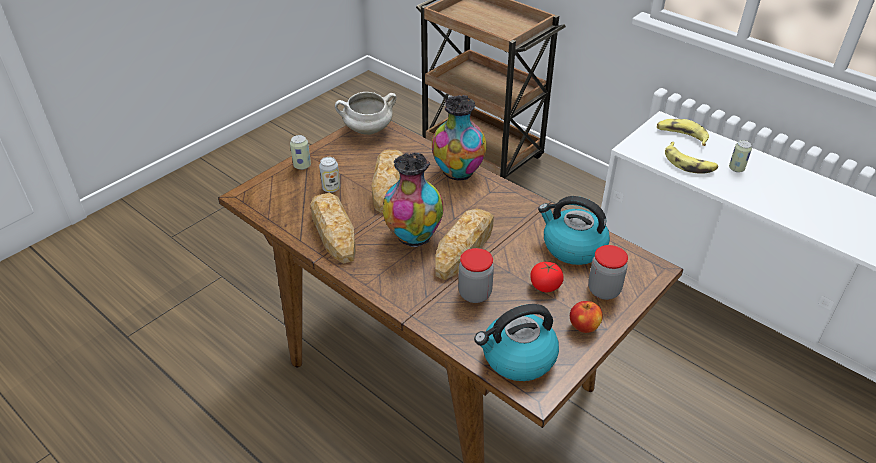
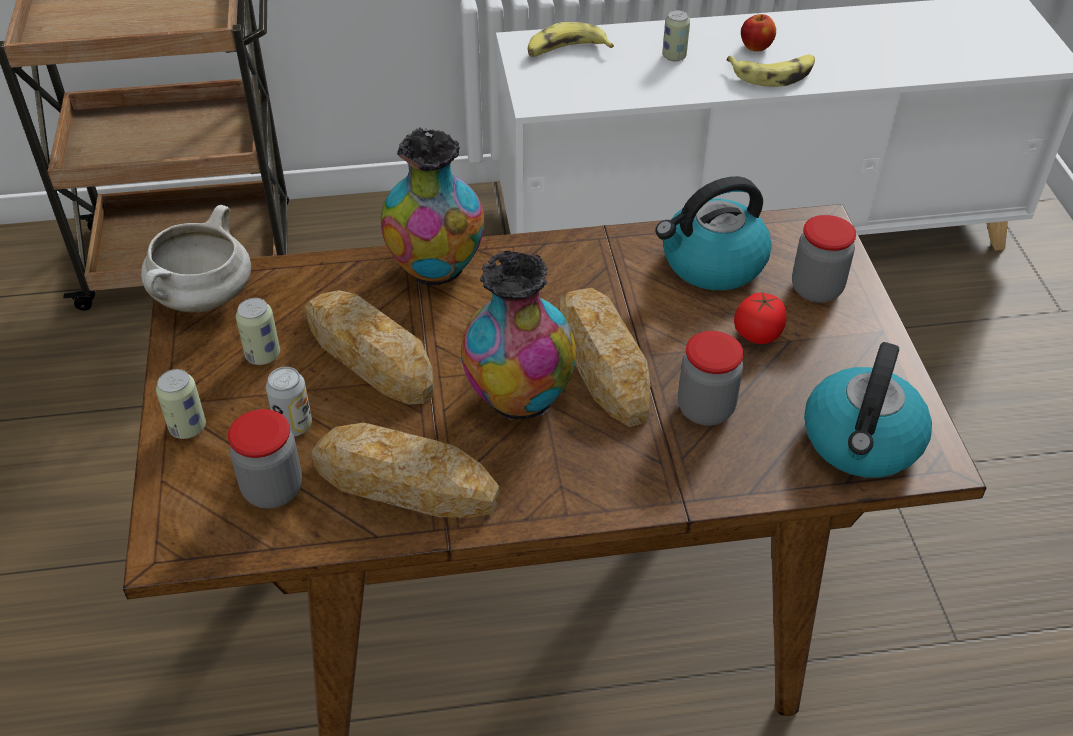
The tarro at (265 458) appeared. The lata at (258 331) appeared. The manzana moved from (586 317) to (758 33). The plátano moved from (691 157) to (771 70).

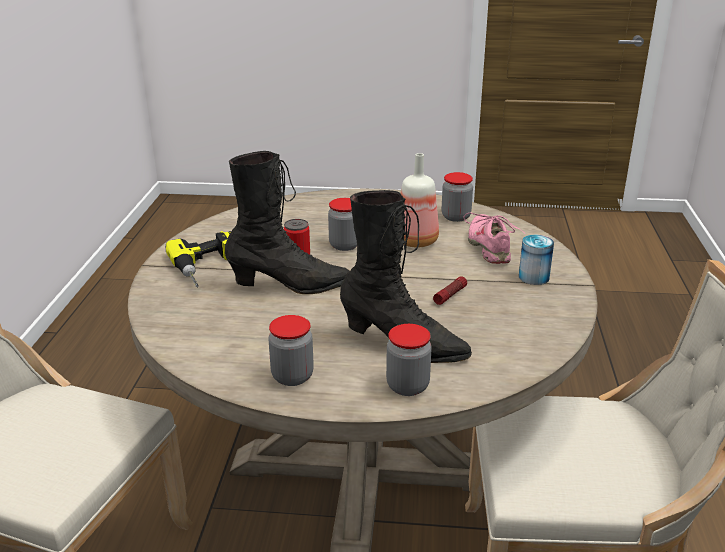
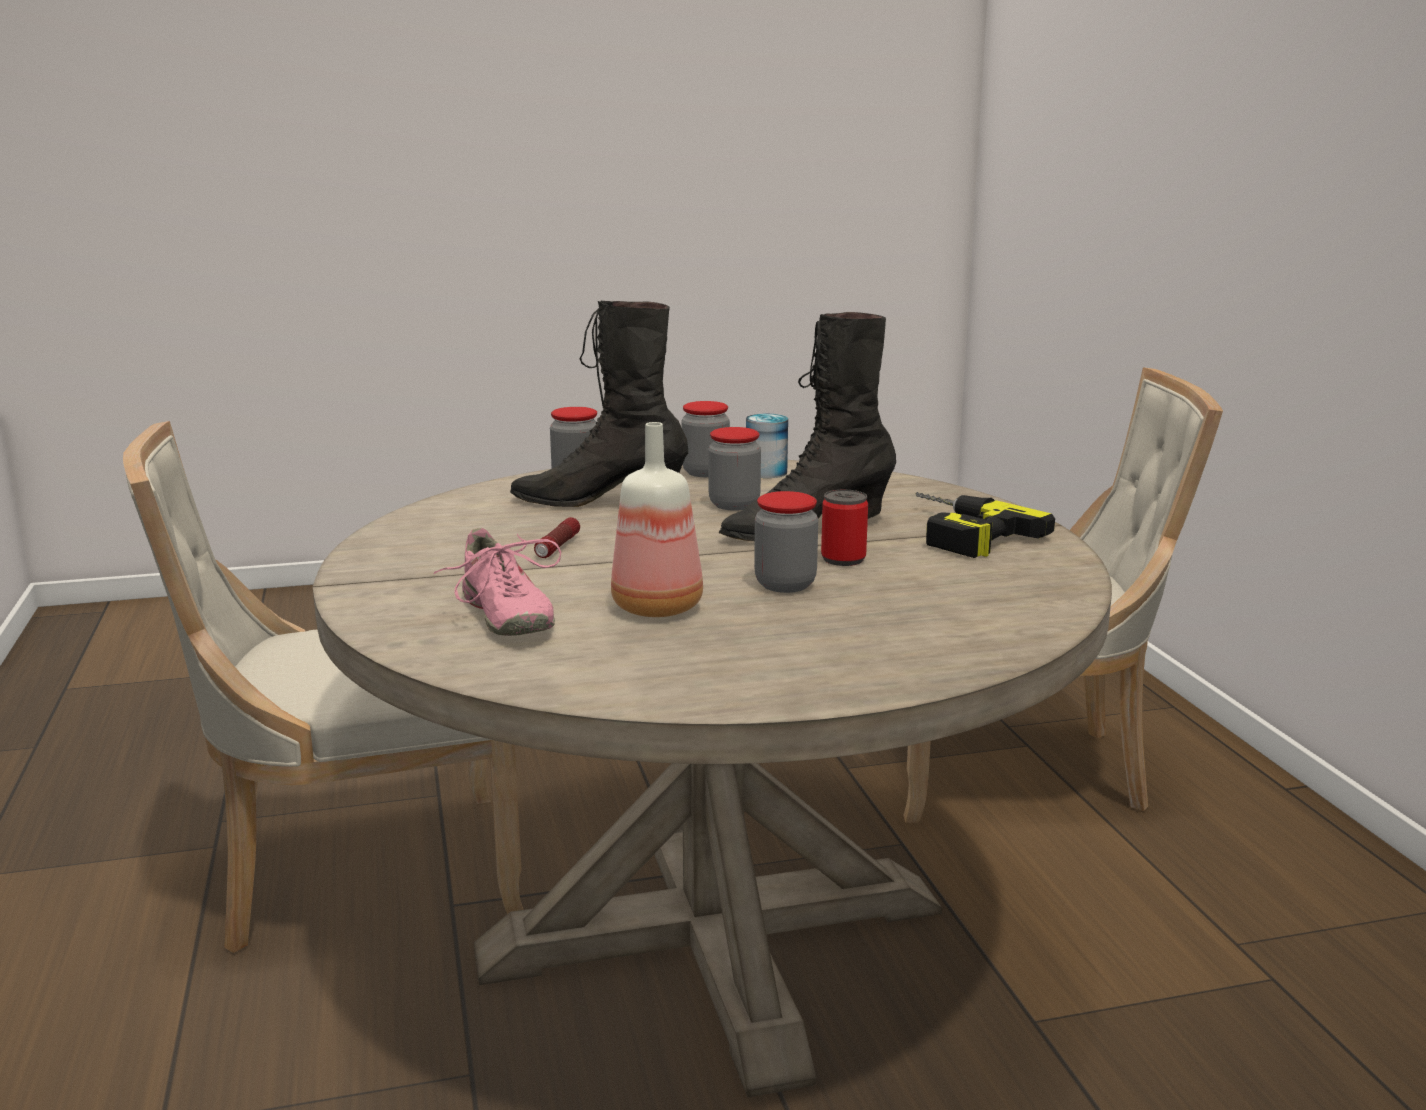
The tarro moved from (457 197) to (734 469). The lata moved from (536 260) to (767 446).

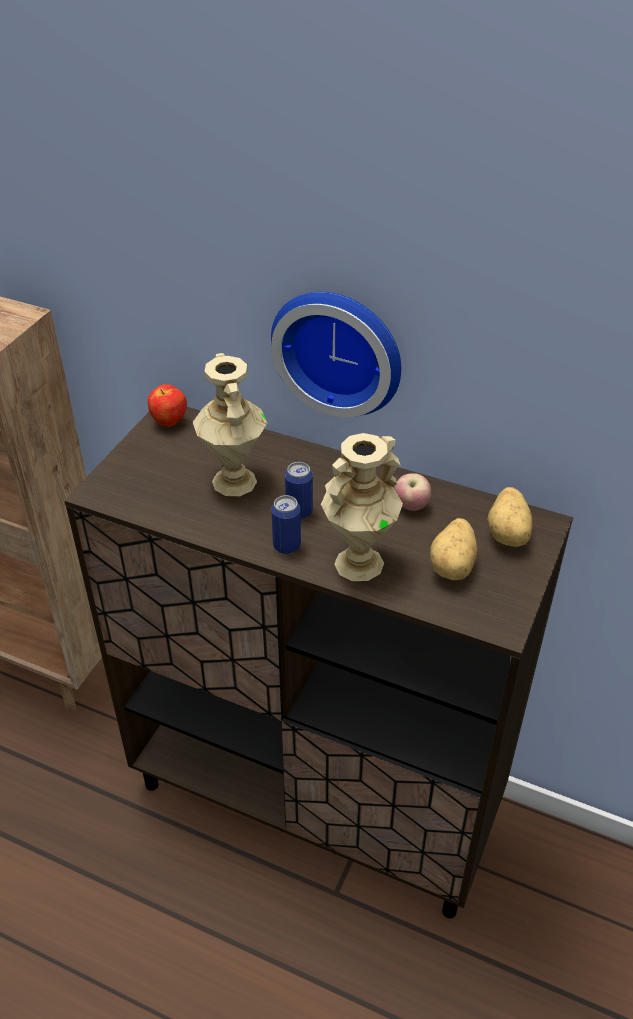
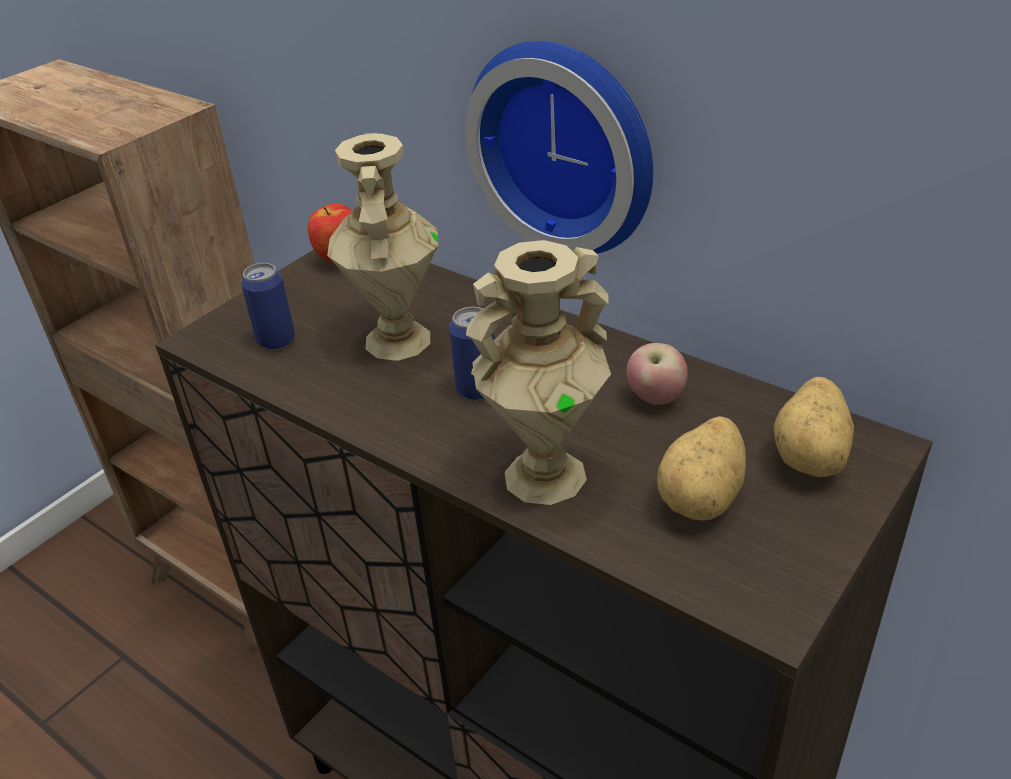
The lata moved from (286 524) to (268 306).

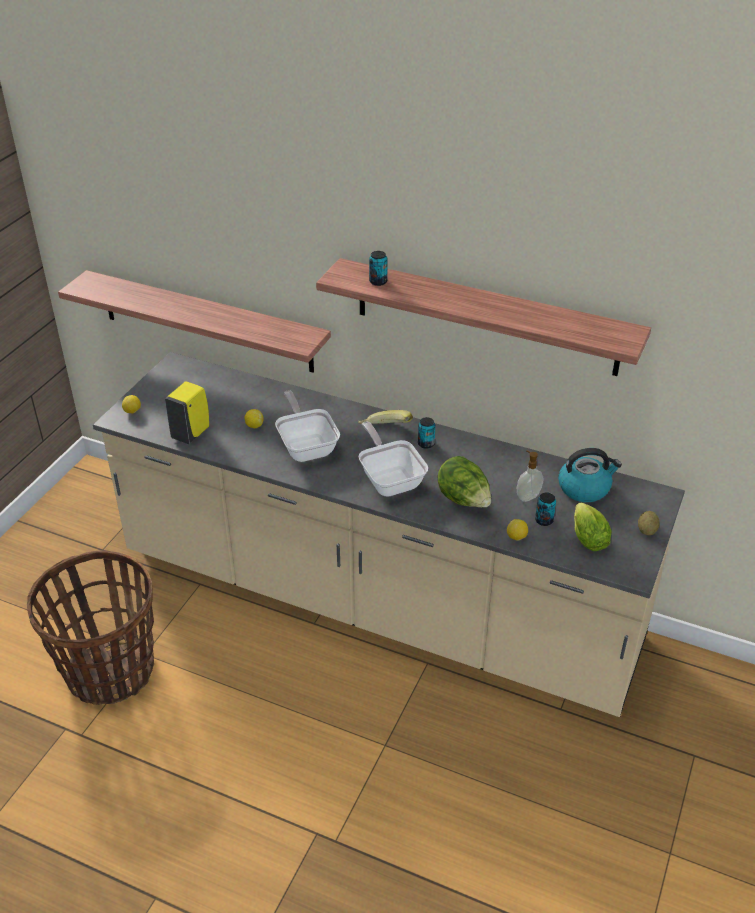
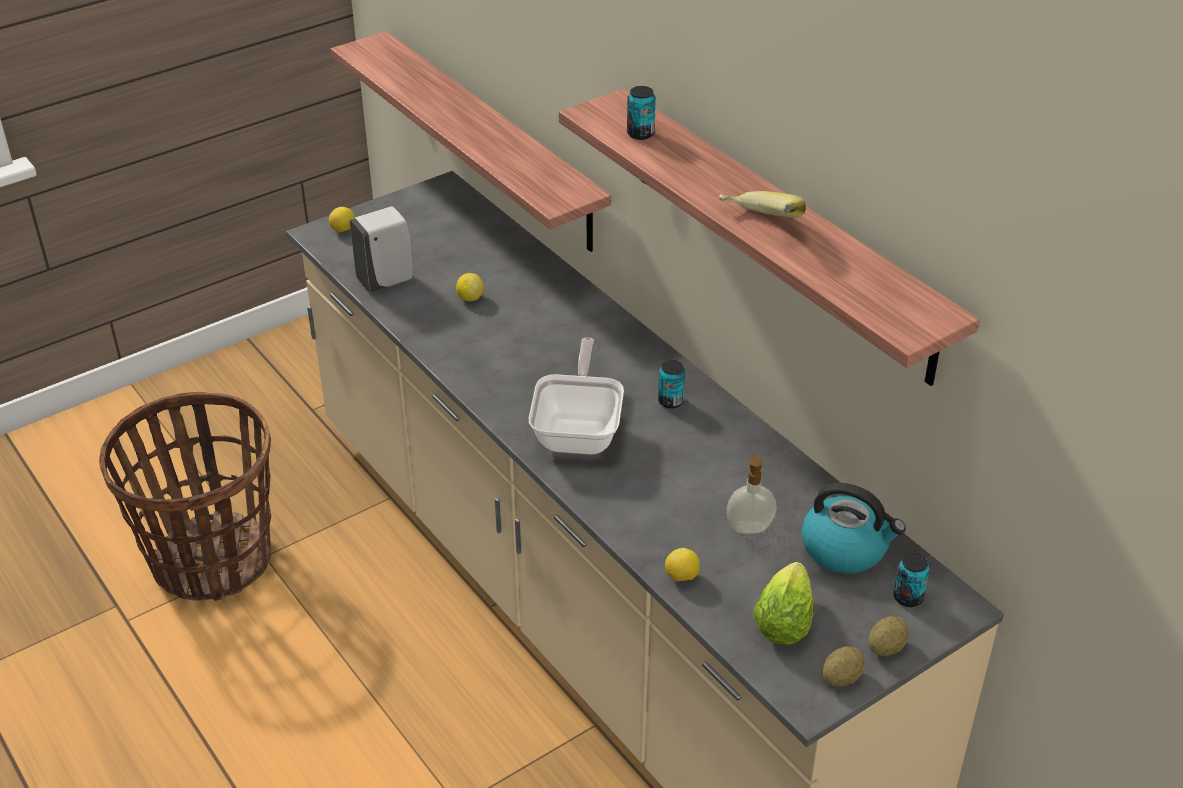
The sartén at (307 426) disappeared. The lechuga at (464 482) disappeared. The patata at (843 666) appeared. The plátano moved from (385 417) to (762 204). The lata moved from (545 509) to (911 580). The dispensador de jabón [amarillo] at (187 412) became the dispensador de jabón [blanco] at (381 249).

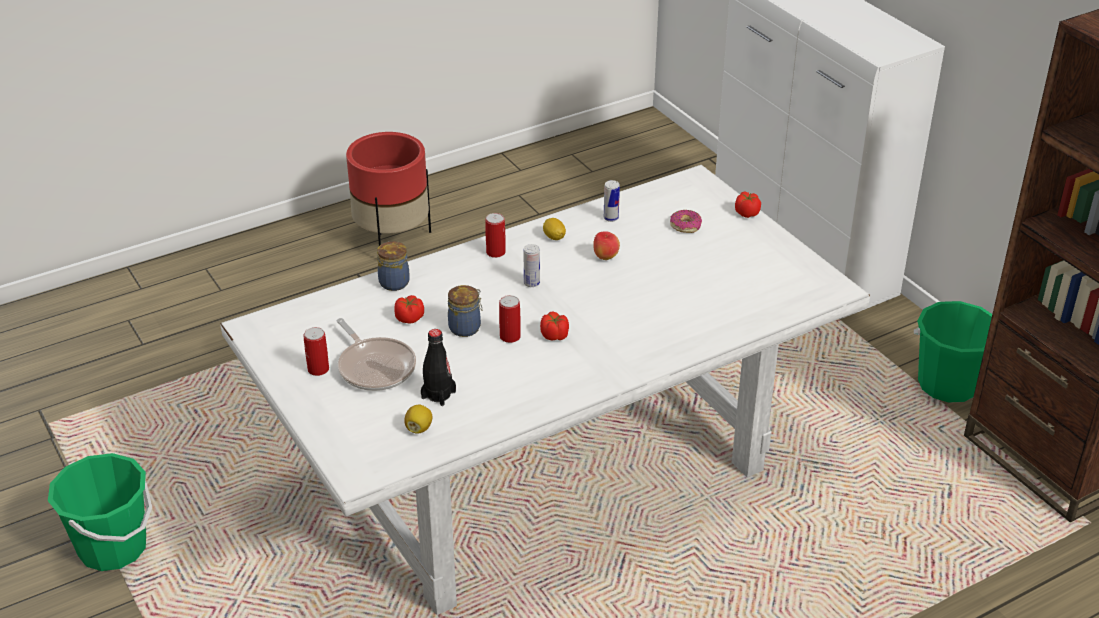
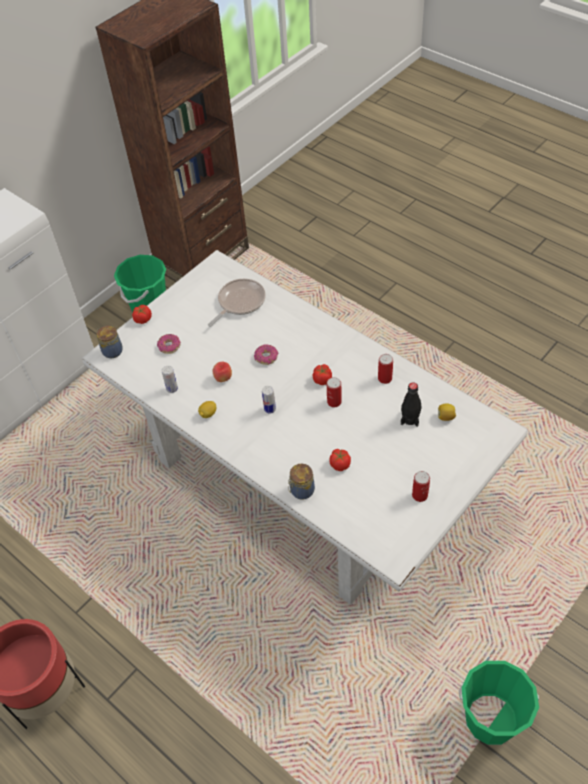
The rosquilla at (266 354) appeared. The sartén moved from (376 354) to (237 303). The tarro moved from (465 311) to (110 341). The lata moved from (495 235) to (385 369).

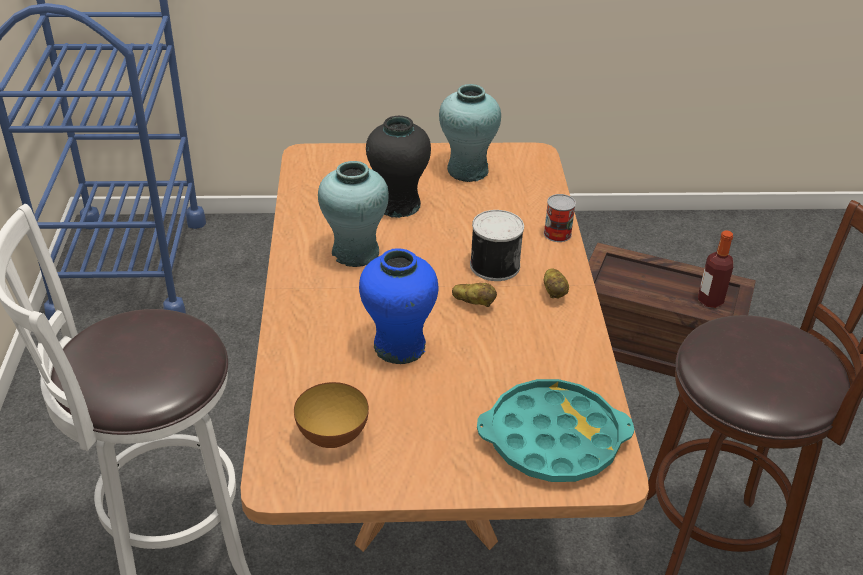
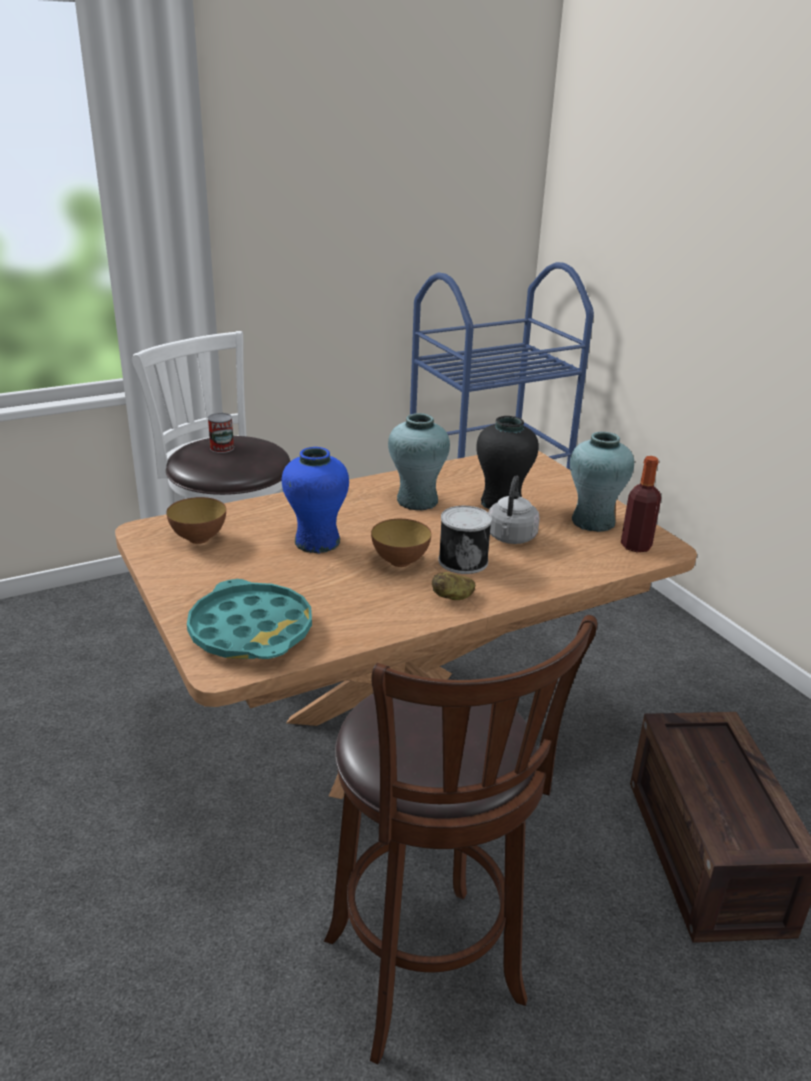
The hervidor [gris] at (514 509) appeared. The lata moved from (560 218) to (221 433). The botella moved from (715 269) to (641 504). The patata at (474 295) was replaced by the cuenco at (401 543).

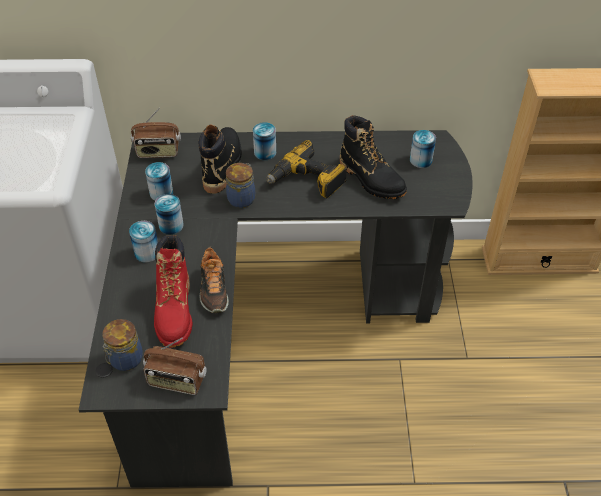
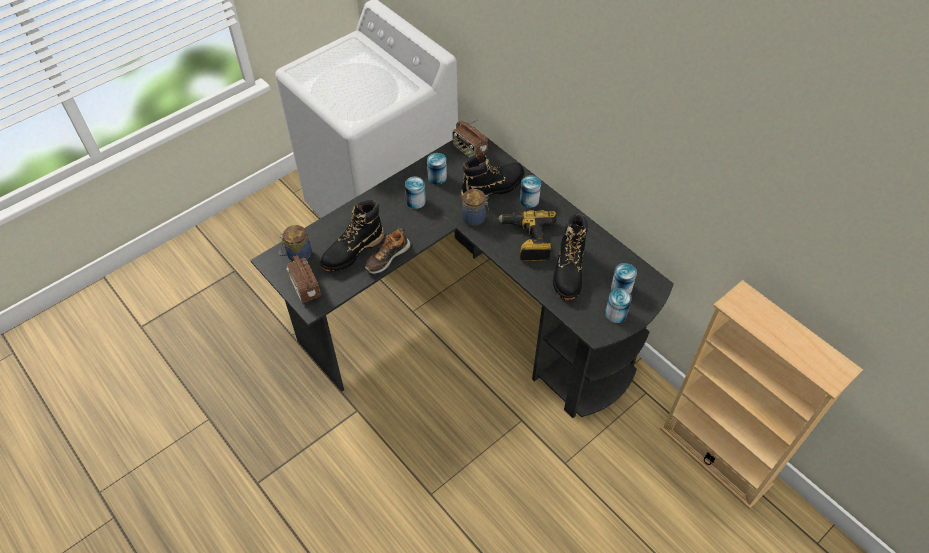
The lata moved from (143 242) to (618 305). The bota [rojo] at (173 291) became the bota [negro] at (352 235).

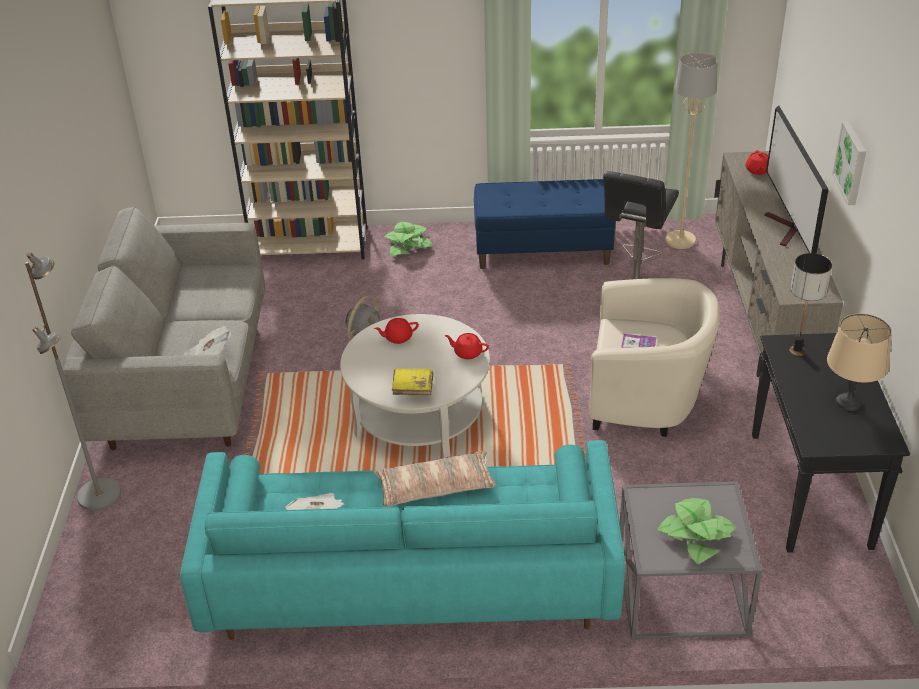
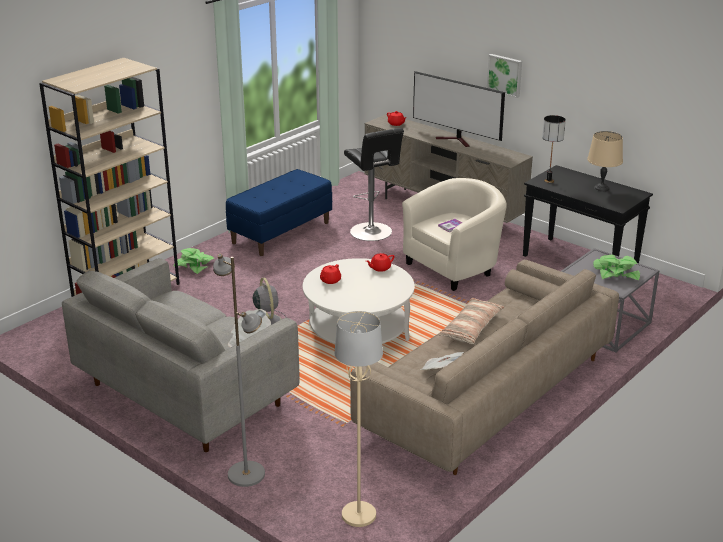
The libro [amarillo] at (412 382) disappeared. The lámpara de pie [beis] moved from (692 150) to (359 419). The sofá [turquesa] at (402 540) became the sofá [beis] at (484 367).

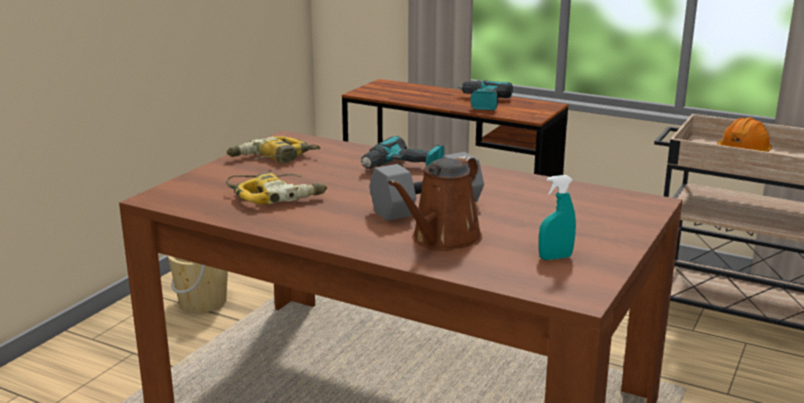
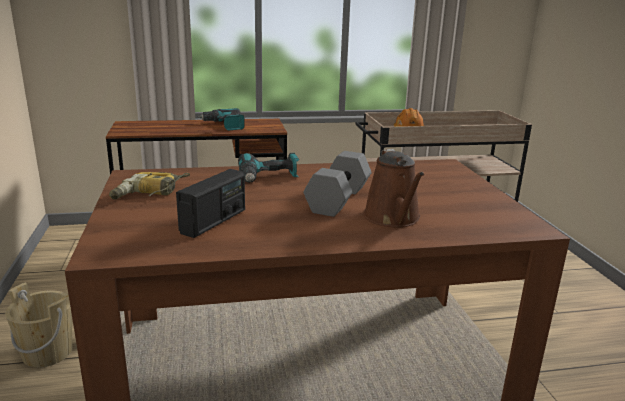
The pulverizador [turquesa] at (557 217) disappeared. The taladro at (276 188) was replaced by the radio at (210 203).

